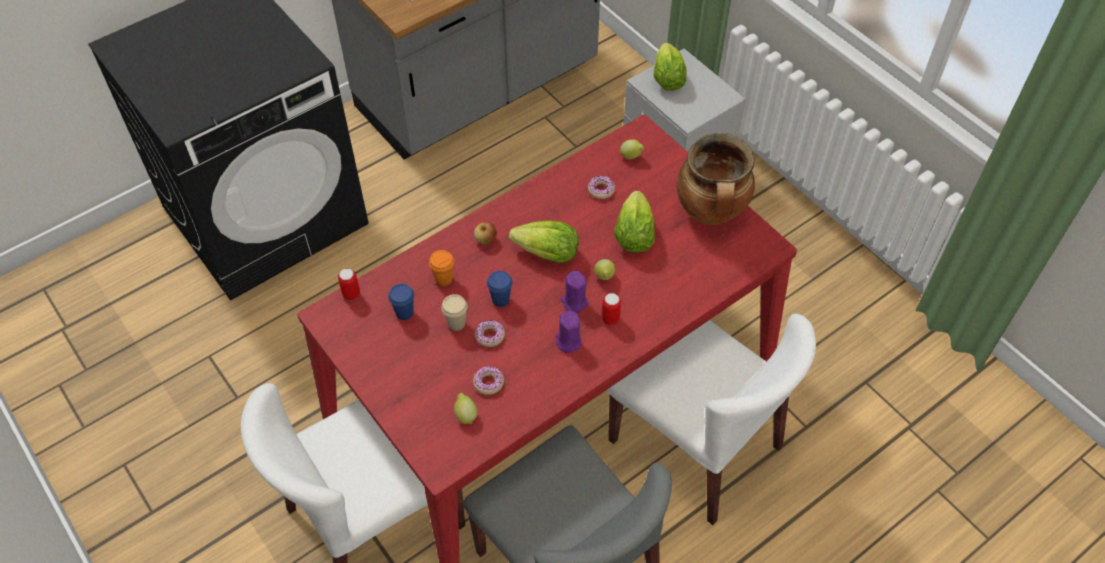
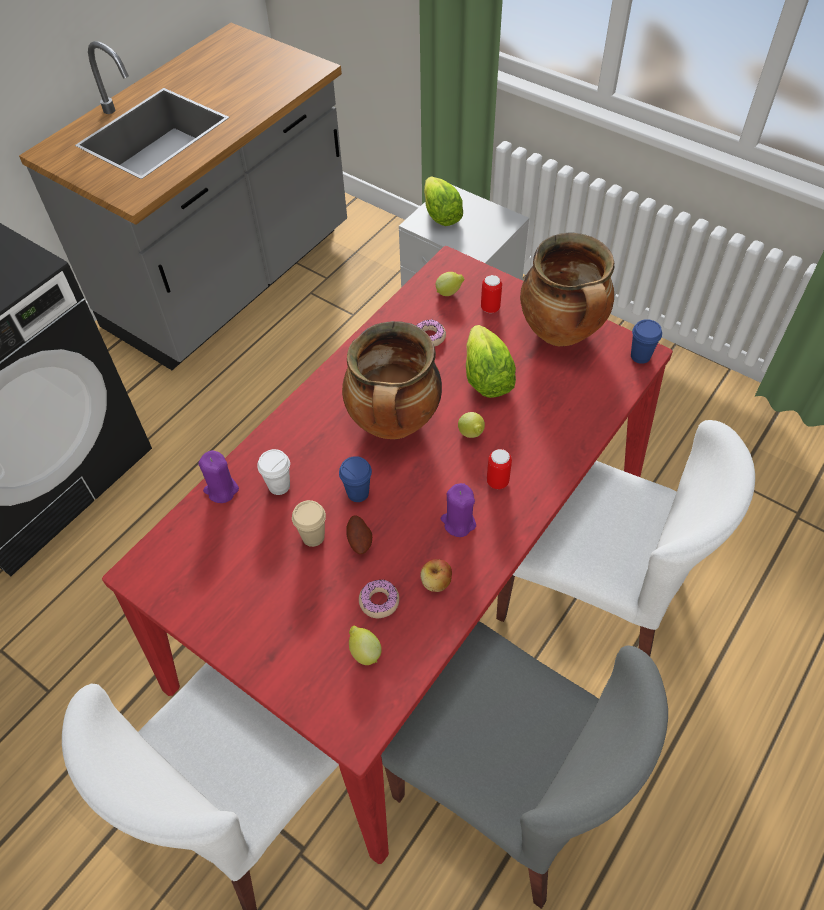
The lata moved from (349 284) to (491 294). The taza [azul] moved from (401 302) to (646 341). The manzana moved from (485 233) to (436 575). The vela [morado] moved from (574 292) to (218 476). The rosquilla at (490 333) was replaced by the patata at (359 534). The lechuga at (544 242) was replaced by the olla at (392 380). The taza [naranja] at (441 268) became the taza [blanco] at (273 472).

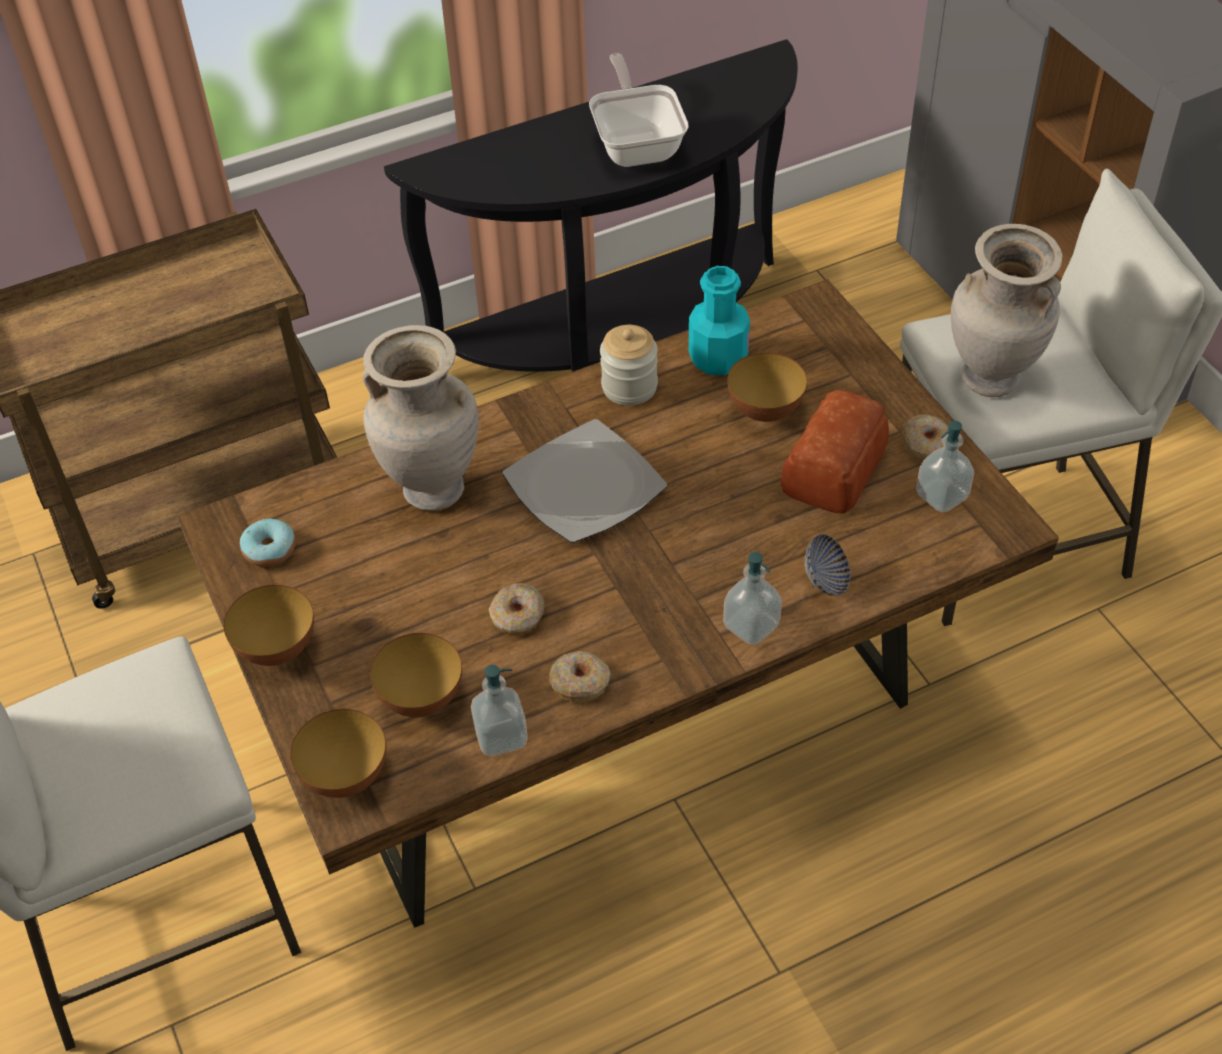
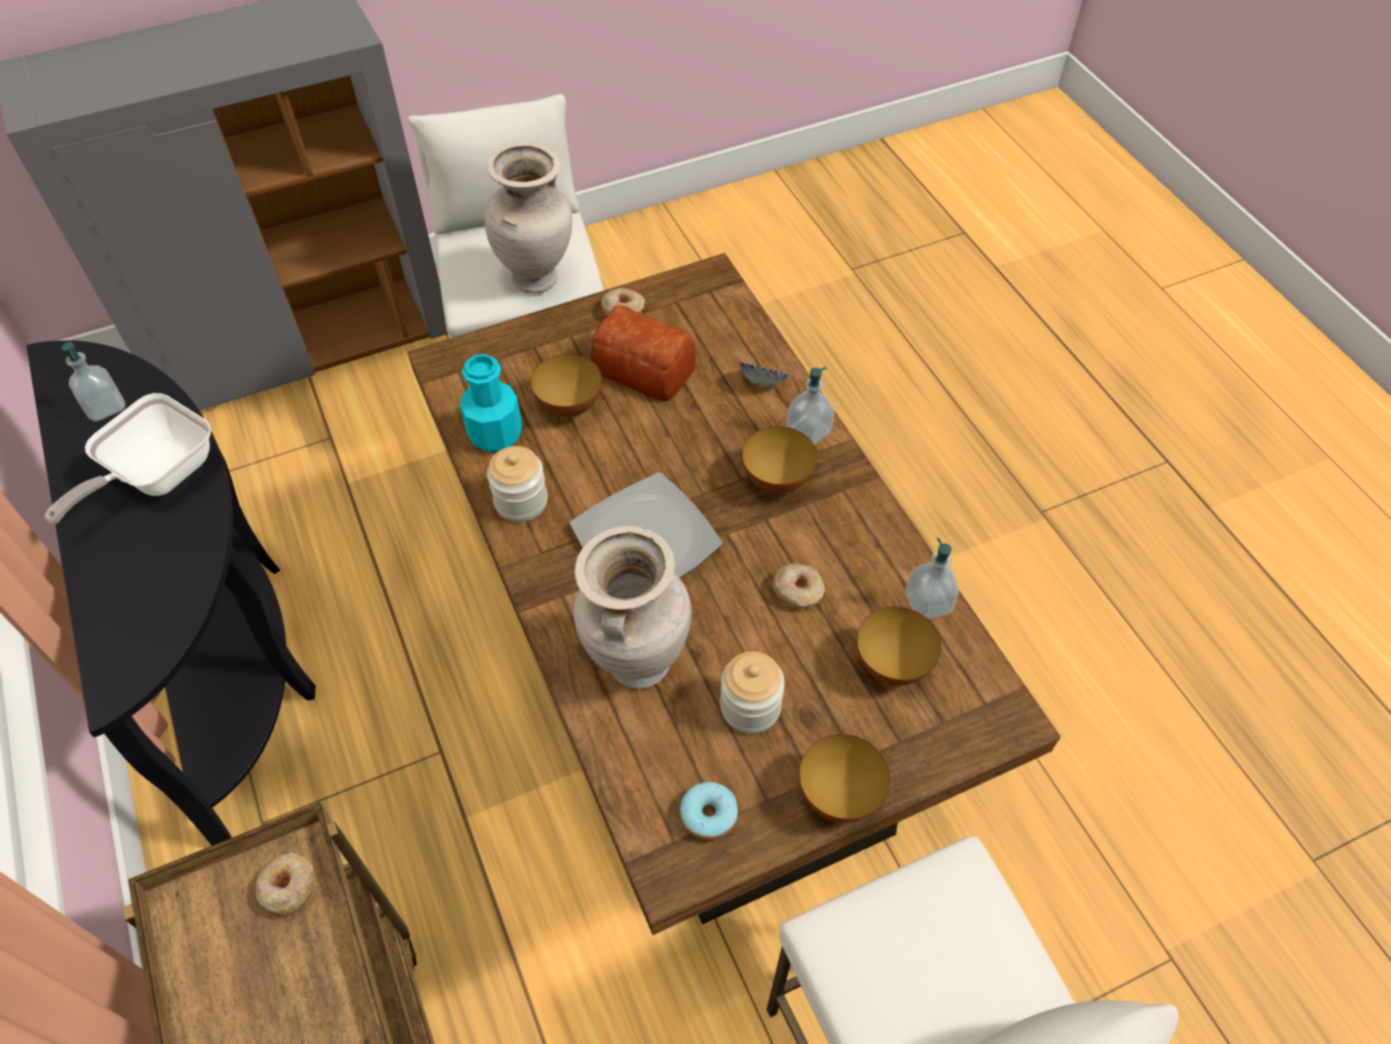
The tarro at (752 692) appeared. The cuenco moved from (338 753) to (779 460). The rosquilla moved from (579 677) to (285 884). The dispensador de jabón moved from (945 467) to (93 381). The sartén at (639 110) turned 45 degrees counterclockwise.

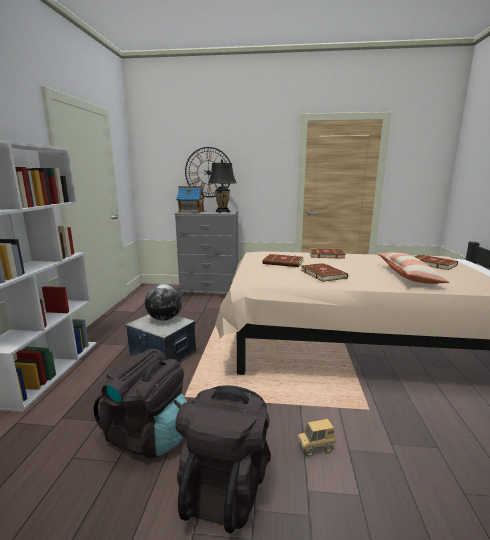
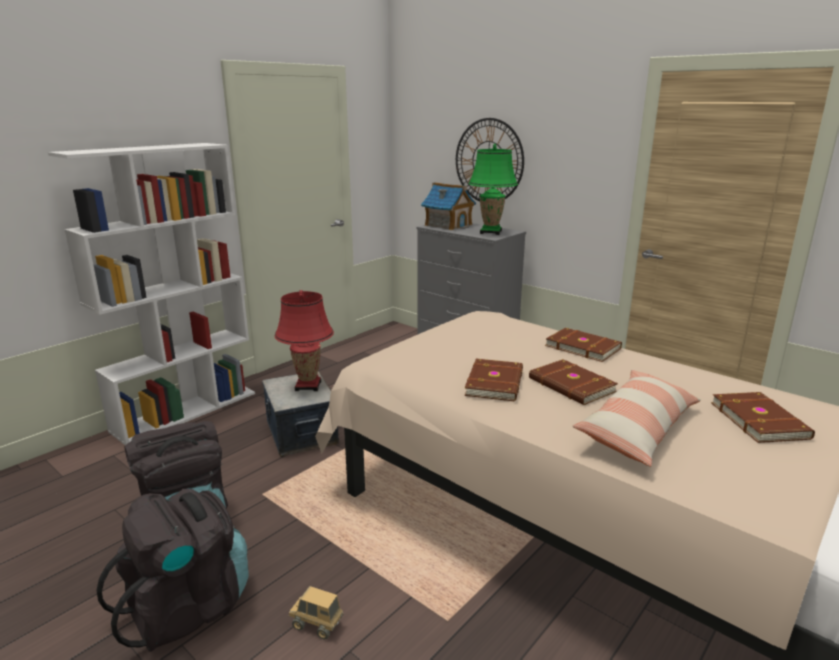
The libro [marrón] moved from (283 260) to (573 382). The globo terráqueo at (163 302) was replaced by the lámpara de mesa [rojo] at (304 340). The lámpara de mesa [negro] at (222 186) became the lámpara de mesa [verde] at (493 189).

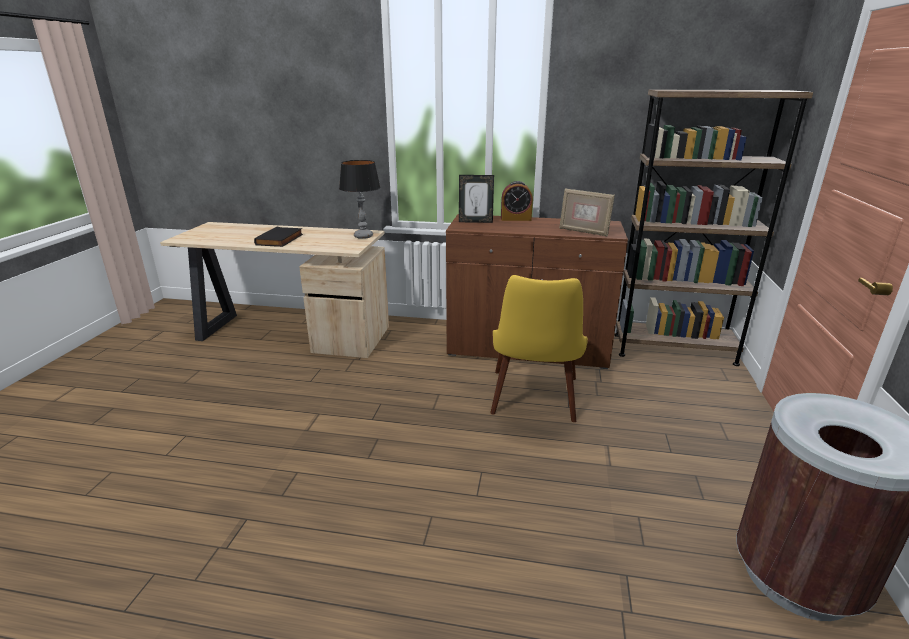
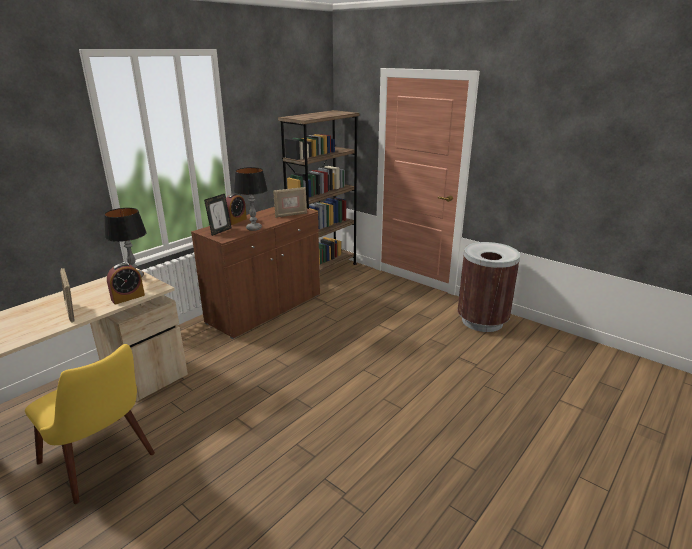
The despertador at (126 283) appeared. The lámpara de mesa at (251 199) appeared. The silla [amarillo] moved from (539 348) to (90 424). The libro [negro] at (278 237) was replaced by the portarretratos at (67 295).

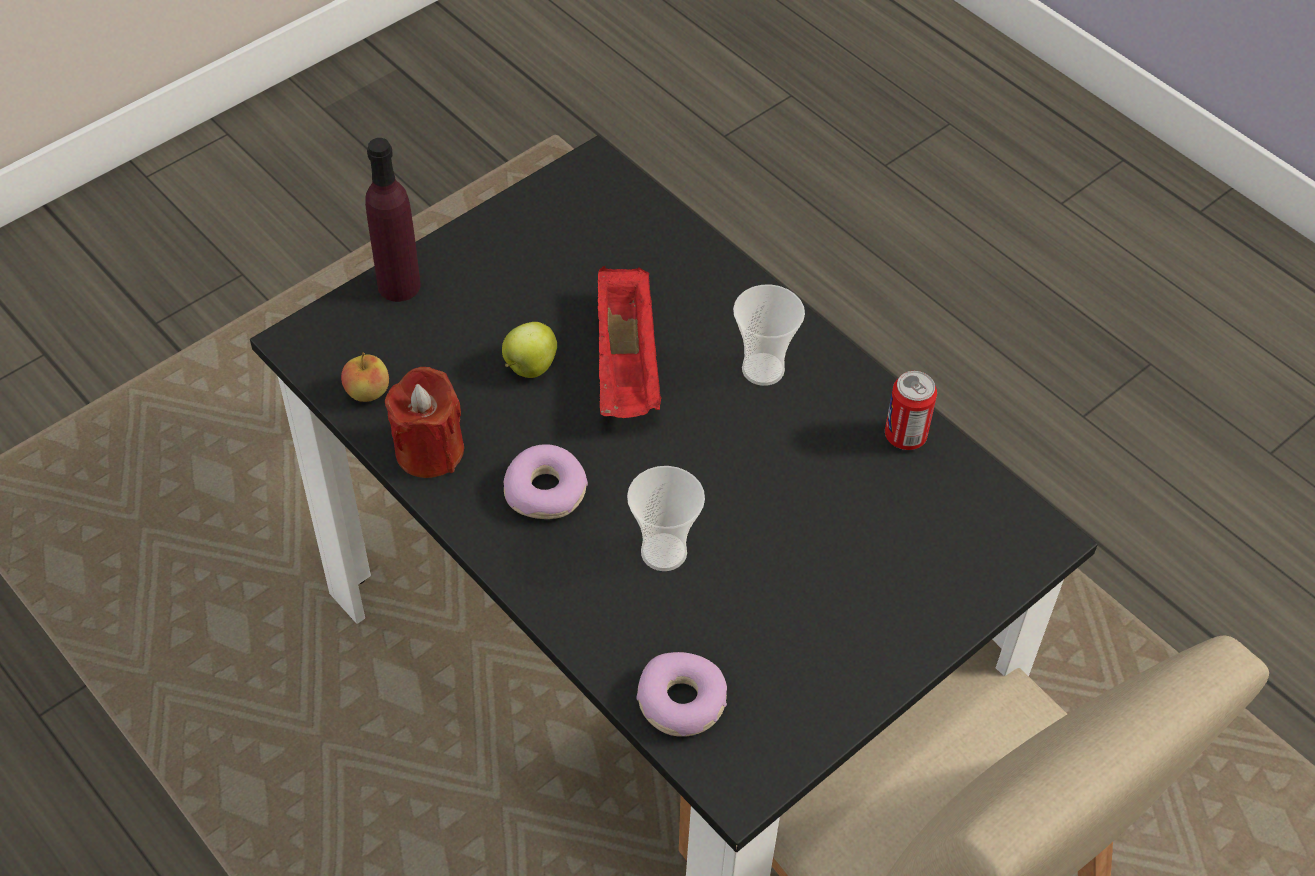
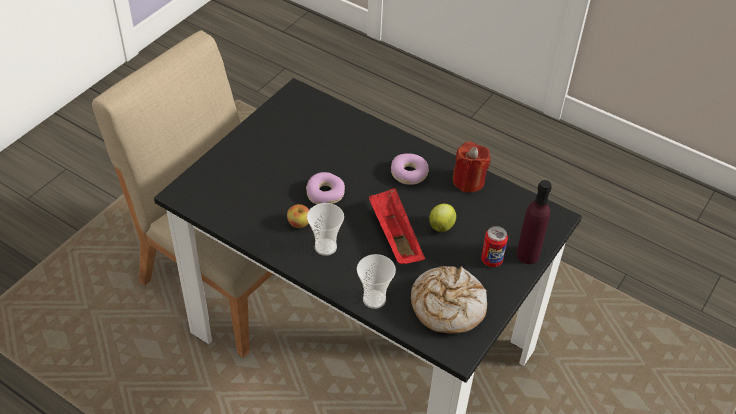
The pan at (449 299) appeared. The manzana moved from (365 377) to (298 216). The taza moved from (666 518) to (376 281). The rosquilla moved from (681 694) to (325 188). The lata moved from (911 410) to (494 246).

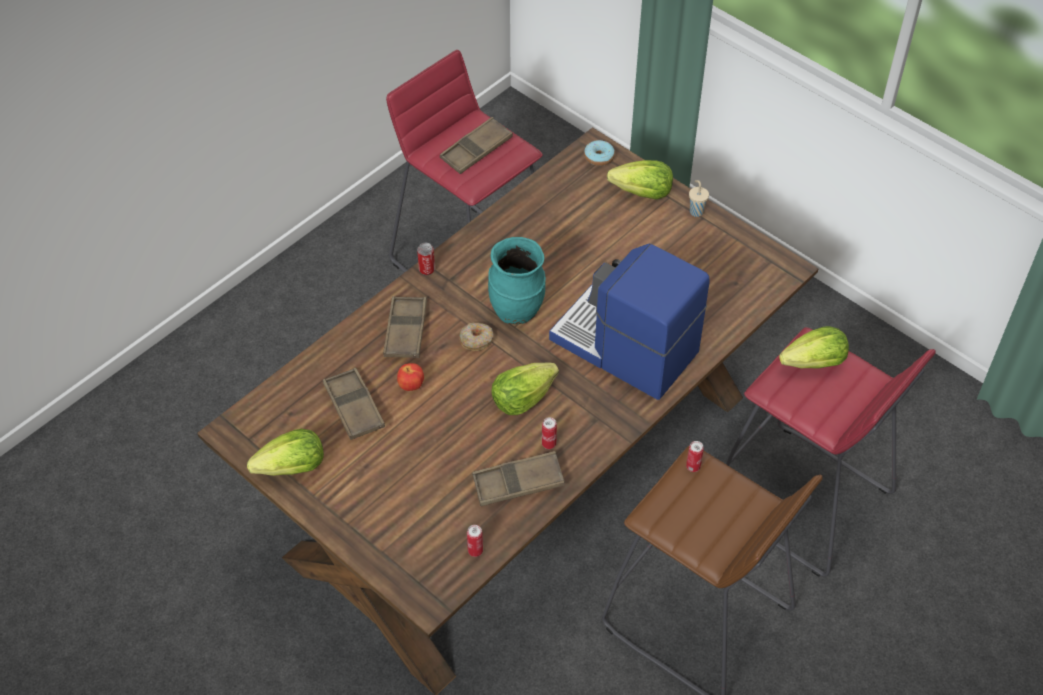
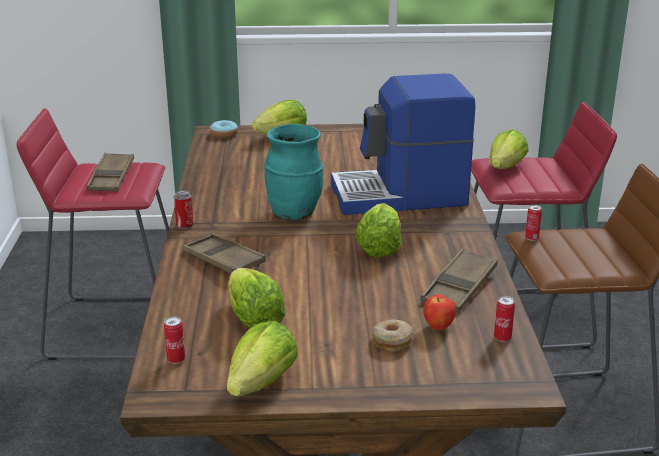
The taza [beis] at (699 198) disappeared. The manzana moved from (410 377) to (440 312). The rosquilla moved from (476 337) to (392 335). The lata moved from (549 433) to (174 340). The bandeja [marrón] at (354 404) was replaced by the lechuga at (256 298).

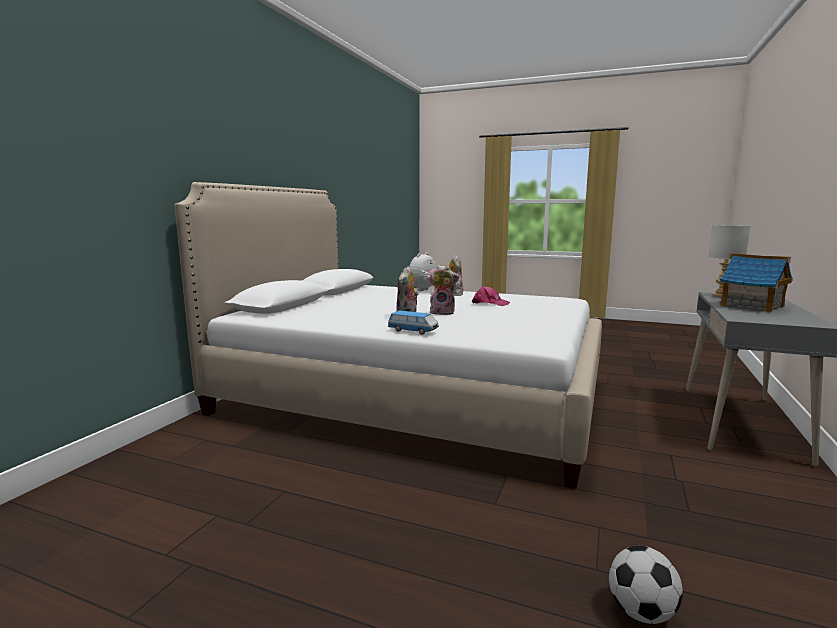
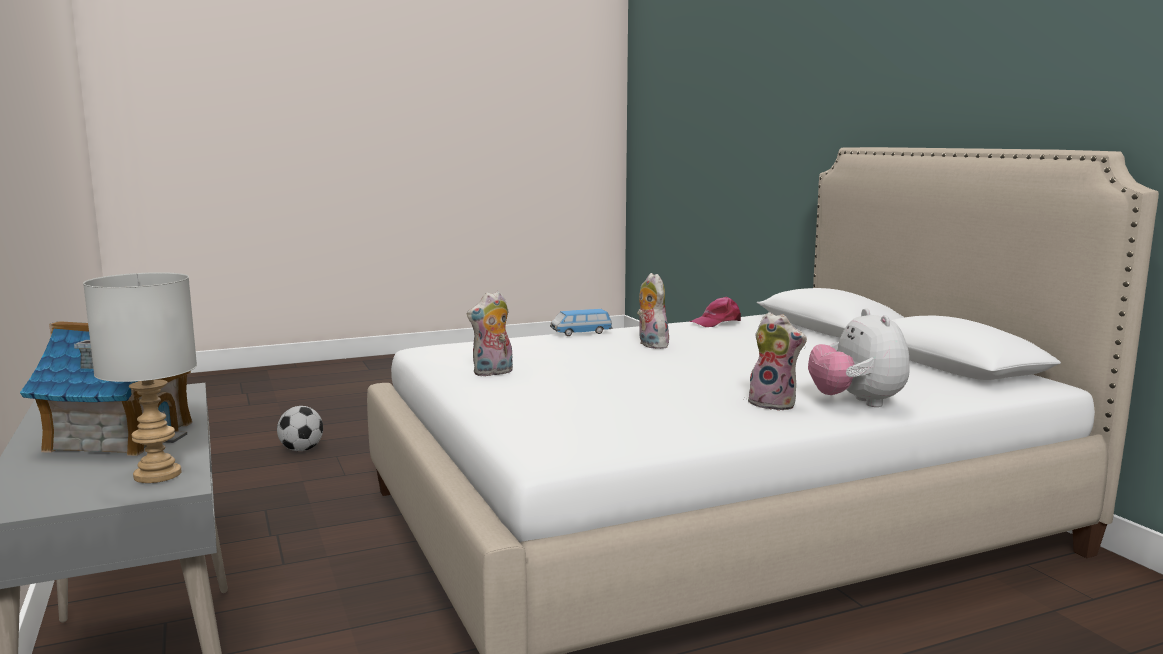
The peluche moved from (444 290) to (490 333). The gorra [rosa] moved from (491 296) to (715 312).

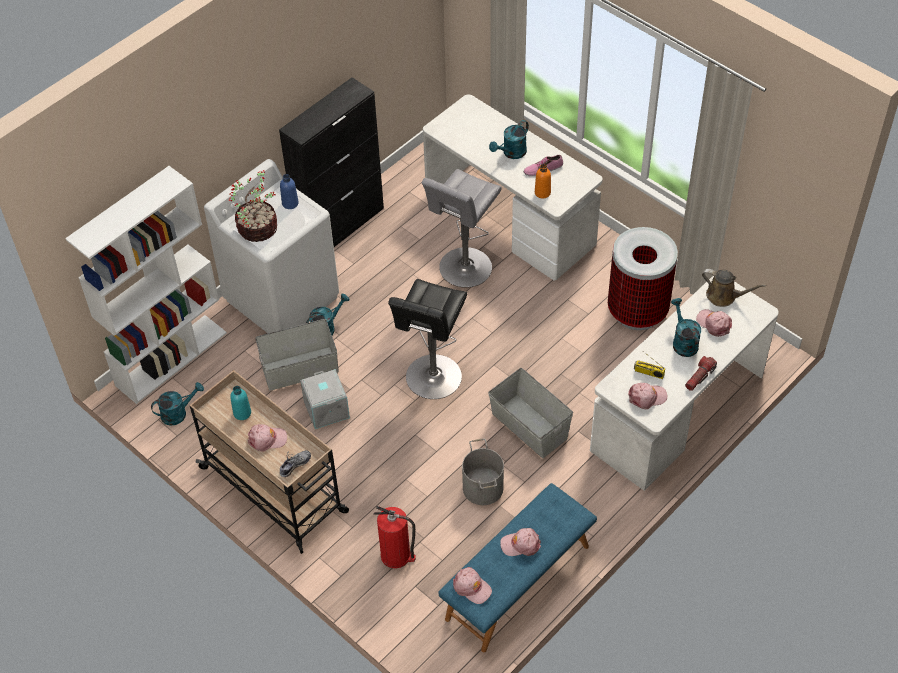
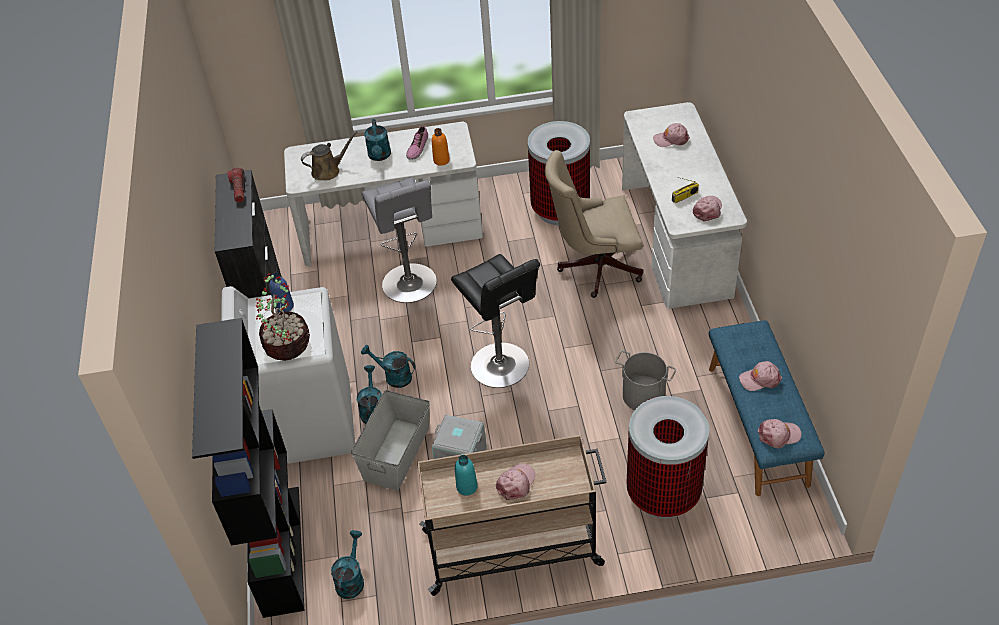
The zapato at (295 464) disappeared. The caja de almacenaje [gris] at (530 413) disappeared. The silla de oficina [beis] at (594 224) appeared. The regadera [turquesa] moved from (686 327) to (388 366). The linterna moved from (701 373) to (236 185). The regadera [marrón] moved from (734 288) to (329 156). The extintor at (394 537) was replaced by the papelera at (667 457). The estantería [blanco] at (146 285) became the estantería [negro] at (248 468). The gorra [rosa] at (520 542) turned 45 degrees clockwise.

